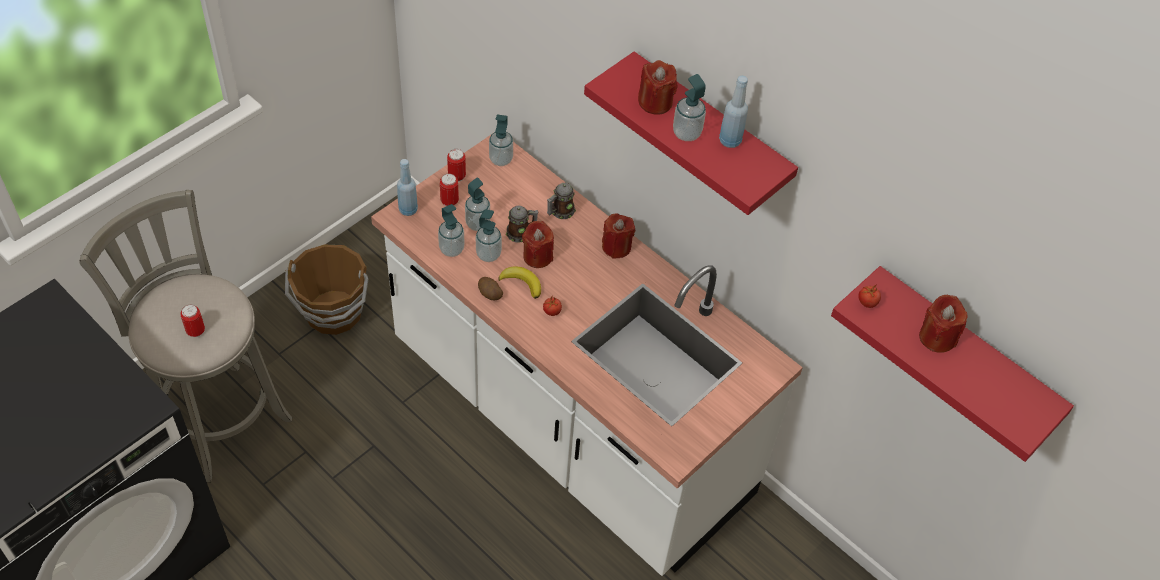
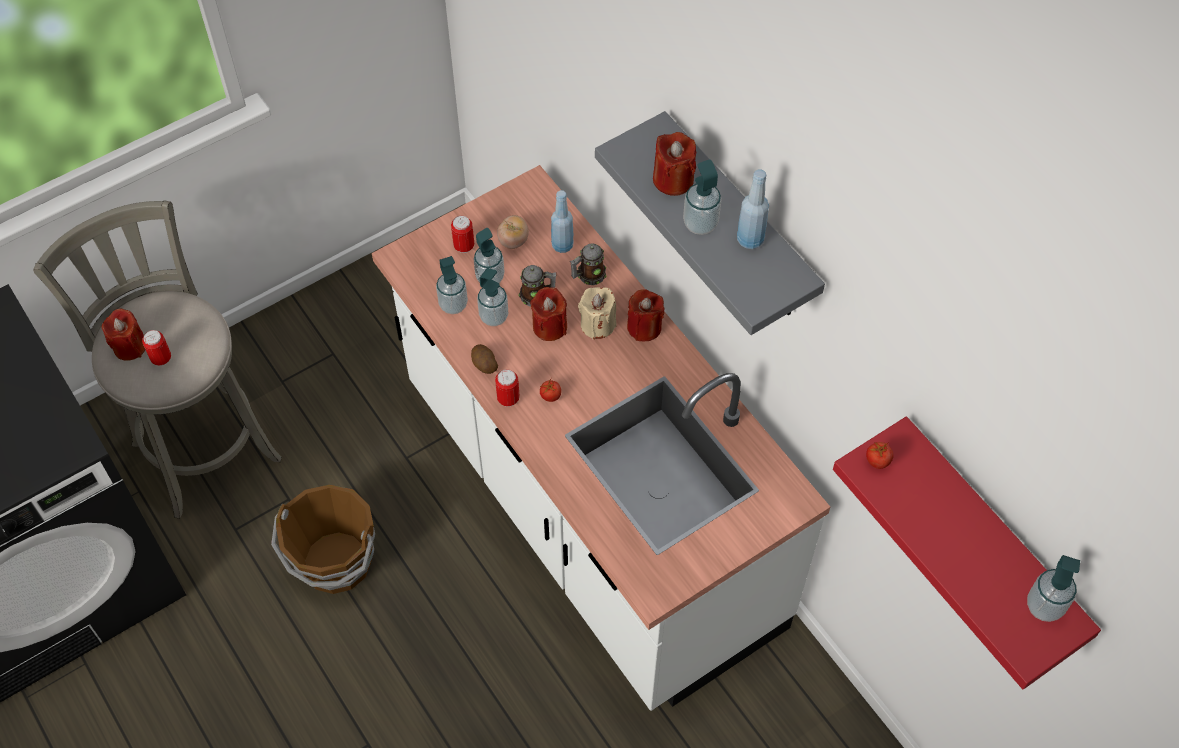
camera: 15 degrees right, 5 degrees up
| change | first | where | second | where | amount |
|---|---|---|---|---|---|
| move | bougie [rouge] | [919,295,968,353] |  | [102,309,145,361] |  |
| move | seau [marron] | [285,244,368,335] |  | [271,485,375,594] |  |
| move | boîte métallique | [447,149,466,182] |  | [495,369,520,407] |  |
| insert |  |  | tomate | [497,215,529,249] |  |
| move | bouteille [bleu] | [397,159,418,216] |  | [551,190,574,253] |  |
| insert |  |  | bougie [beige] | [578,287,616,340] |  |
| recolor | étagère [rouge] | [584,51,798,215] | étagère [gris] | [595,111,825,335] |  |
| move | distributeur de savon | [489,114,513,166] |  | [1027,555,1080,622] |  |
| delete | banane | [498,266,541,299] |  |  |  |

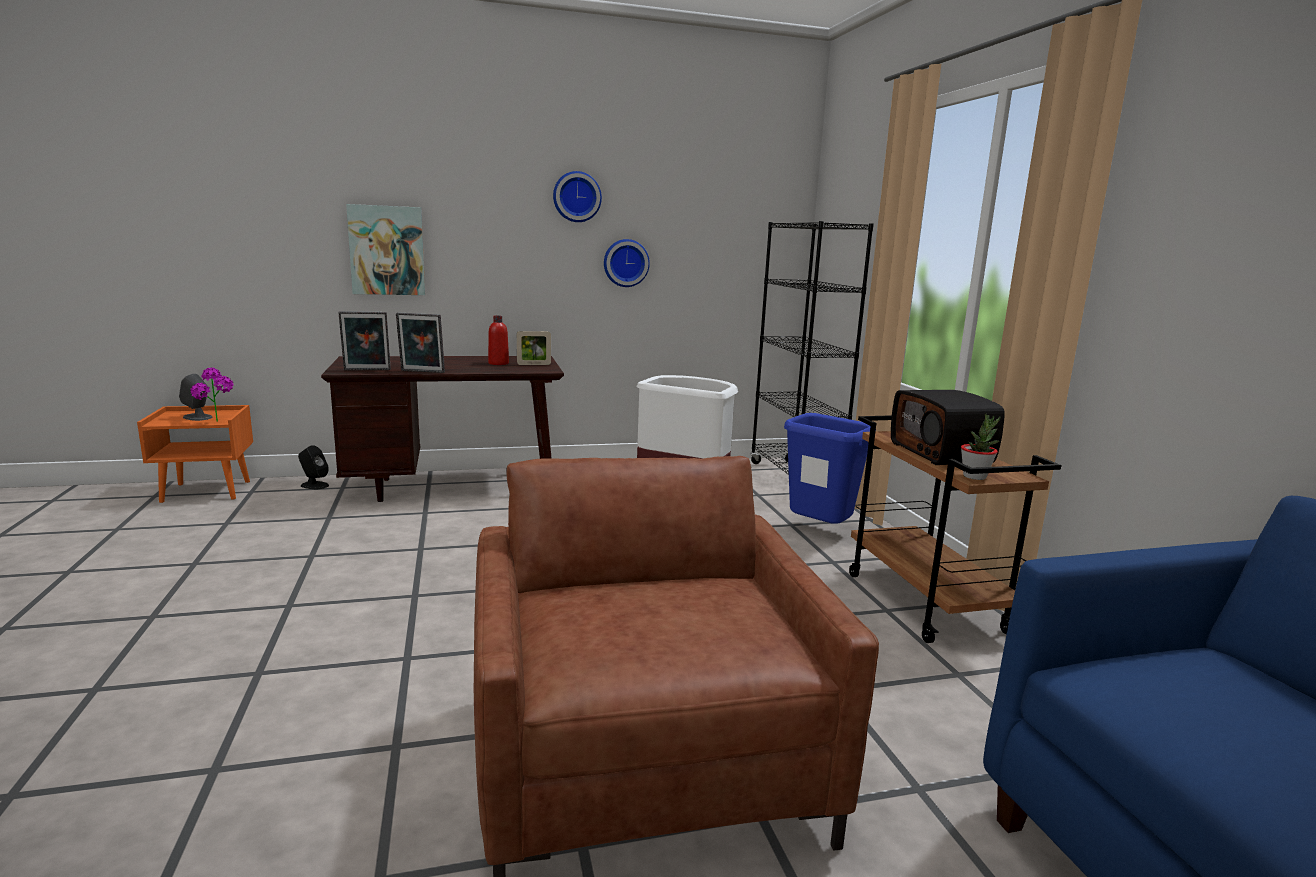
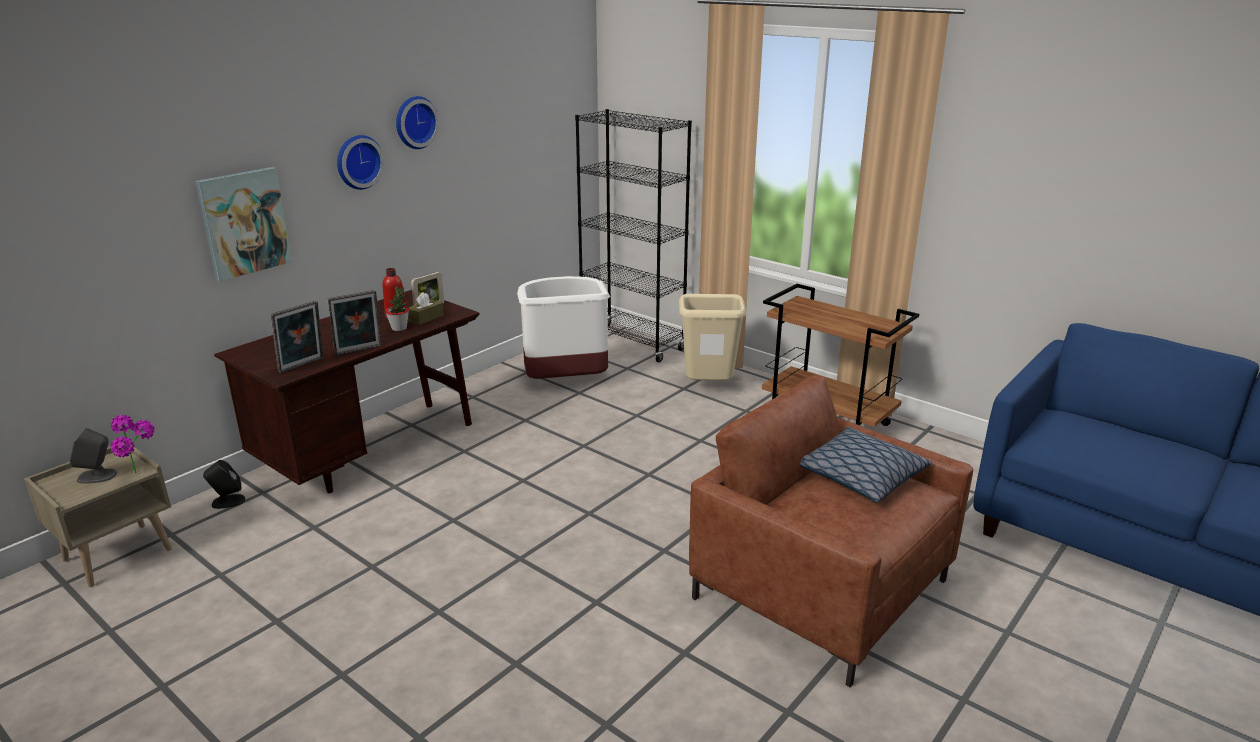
camera: 35 degrees left, 10 degrees up
| change | first | where | second | where | amount |
|---|---|---|---|---|---|
| recolor | table de chevet [orange] | [137,405,253,503] | table de chevet [beige] | [24,442,172,587] |  |
| move | horloge murale | [604,239,650,287] |  | [337,135,385,190] |  |
| move | plante en pot | [961,413,1000,480] |  | [385,286,409,331] |  |
| insert |  |  | boîte à mouchoirs [marron] | [408,292,444,325] |  |
| recolor | poubelle [bleu] | [784,413,876,524] | poubelle [beige] | [679,294,746,380] |  |
| insert |  |  | coussin | [800,427,932,503] |  |
| delete | radio | [891,390,1005,465] |  |  |  |

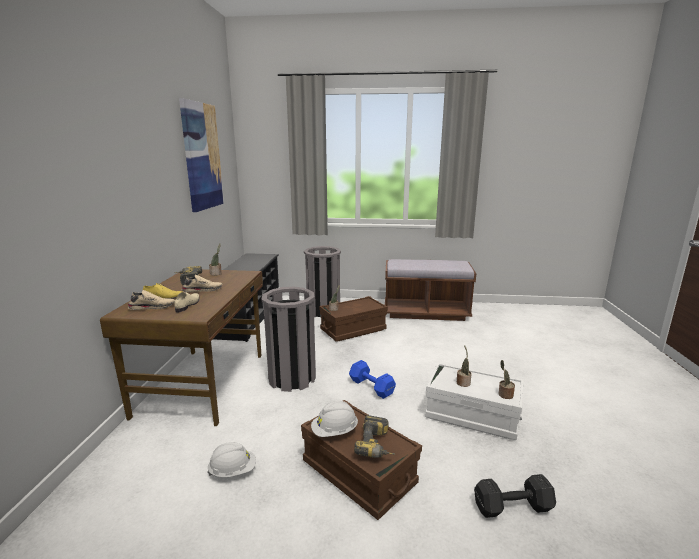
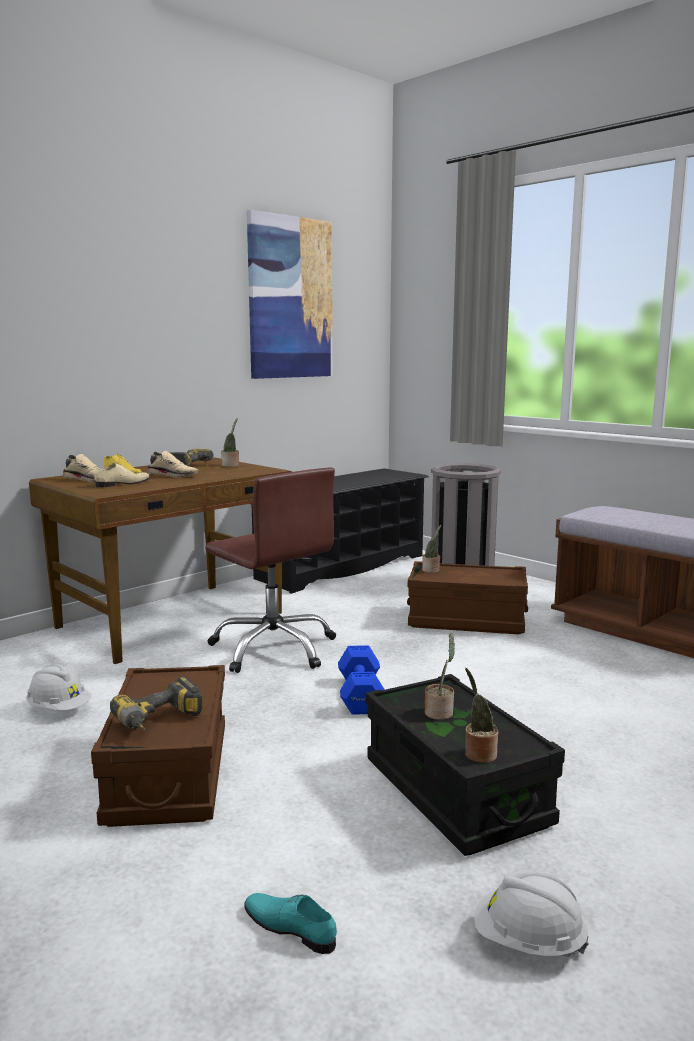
camera: 40 degrees right, 5 degrees down
| change | first | where | second | where | amount |
|---|---|---|---|---|---|
| replace | poubelle [gris] | [262,287,316,392] | chaise de bureau [marron] | [205,468,336,673] |  |
| replace | haltère [noir] | [474,474,556,518] | chaussure [turquoise] | [244,893,337,954] |  |
| recolor | boîte de rangement [blanc] | [425,362,524,440] | boîte de rangement [noir] | [366,674,565,856] |  |
| move | casque de chantier [blanc] | [311,401,358,437] |  | [474,870,589,957] |  |

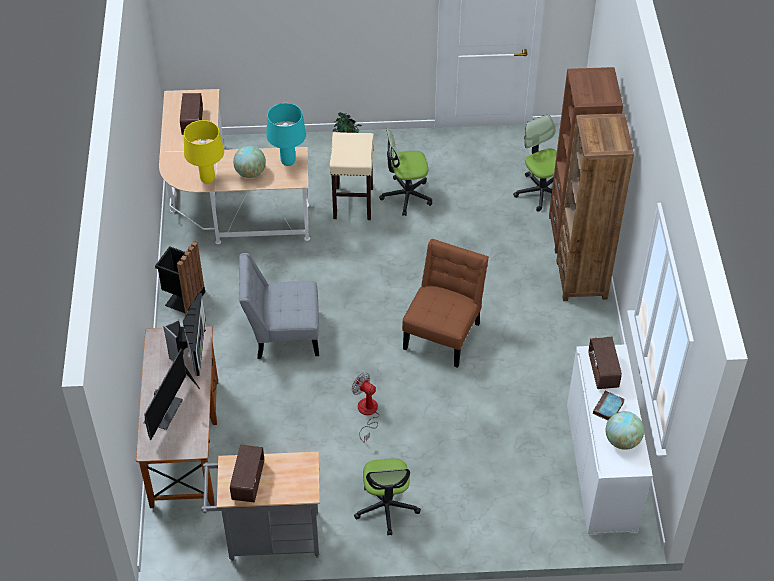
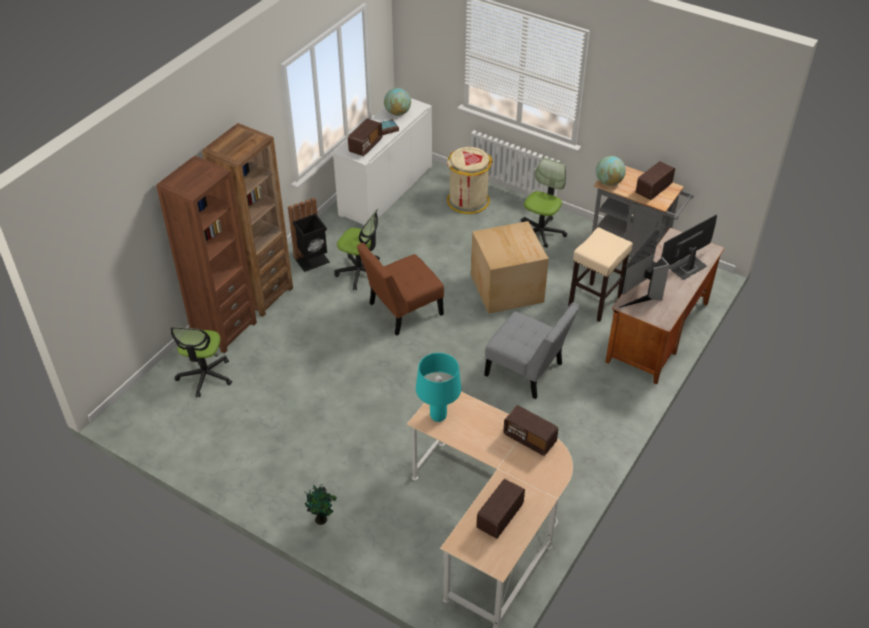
camera: 145 degrees left, 5 degrees down
| change | first | where | second | where | amount |
|---|---|---|---|---|---|
| move | poubelle [noir] | [155,241,205,314] |  | [288,198,330,272] |  |
| move | chaise de bureau | [379,128,432,216] |  | [334,208,380,290] |  |
| insert |  |  | poubelle [beige] | [447,147,493,214] |  |
| replace | ventilateur | [352,372,380,442] | carton | [471,221,549,314] |  |
| replace | lampe de table [jaune] | [184,120,224,184] | radio | [503,405,558,456] |  |
| move | tabouret [beige] | [330,132,374,220] |  | [568,227,633,322] |  |
| move | globe | [233,146,266,178] |  | [596,156,626,186] |  |

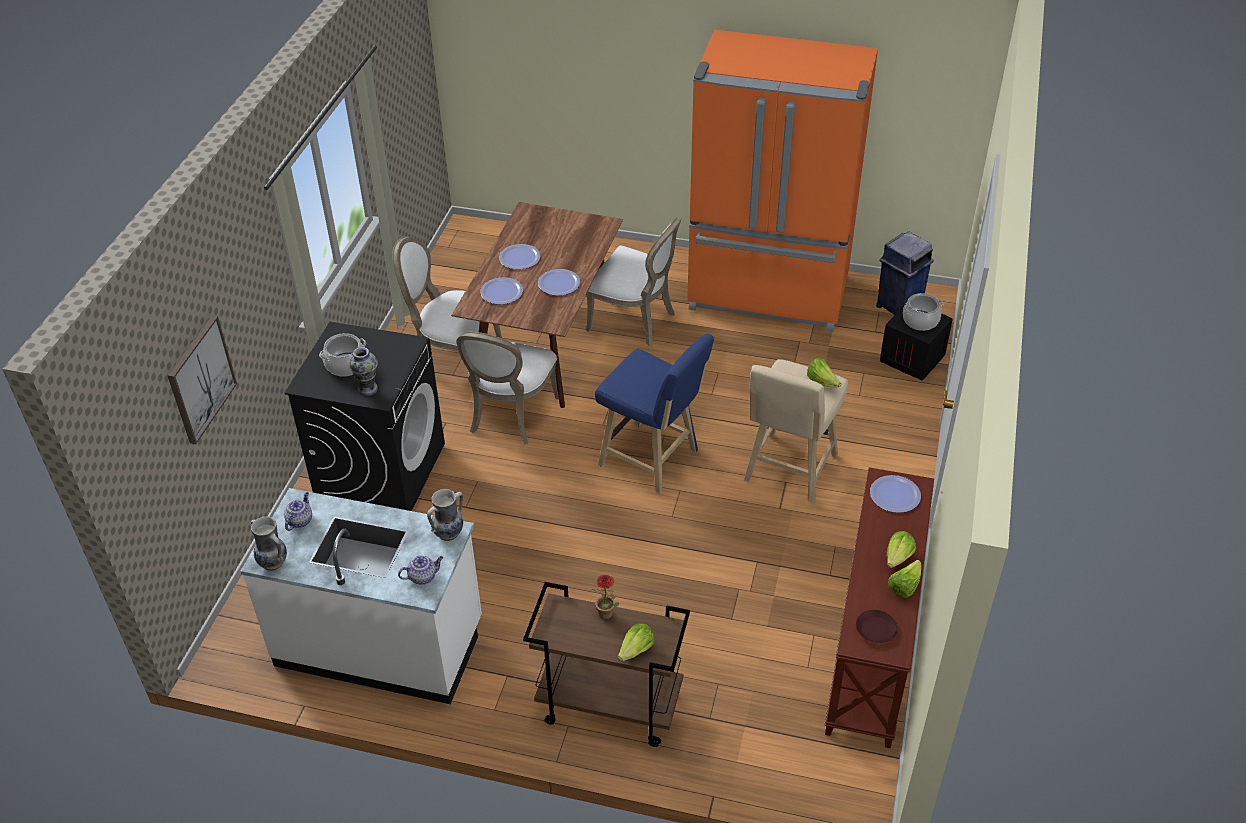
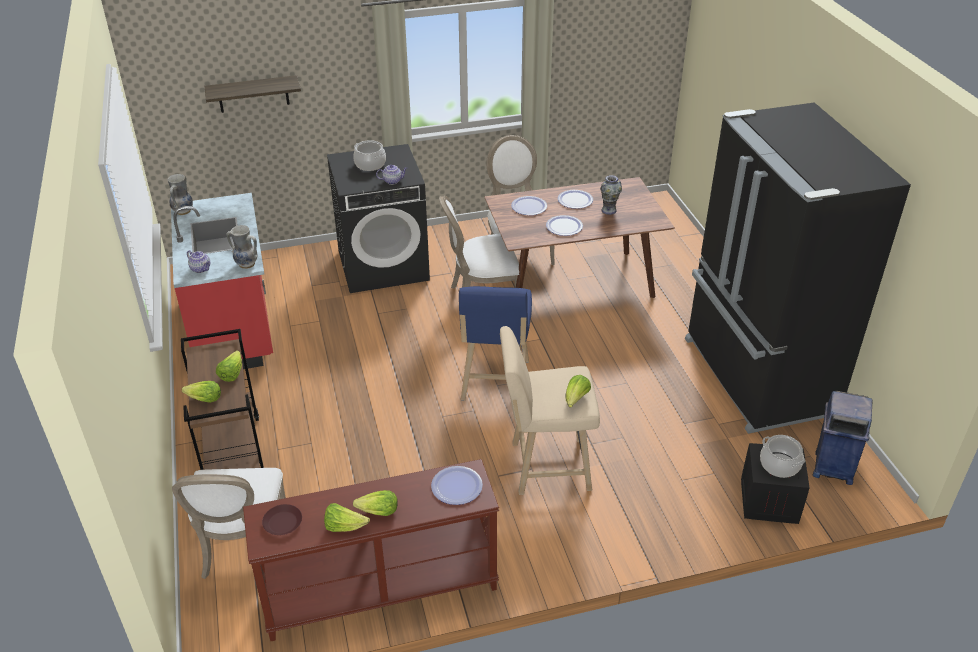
camera: 60 degrees right, 5 degrees down
| change | first | where | second | where | amount |
|---|---|---|---|---|---|
| recolor | comptoir de cuisine [blanc] | [240,488,482,704] | comptoir de cuisine [rouge] | [171,193,273,369] |  |
| move | chaise [blanc] | [586,217,682,346] |  | [172,468,286,579] |  |
| replace | tableau | [167,315,237,444] | étagère | [204,75,301,113] |  |
| replace | plante en pot | [592,575,619,619] | laitue | [216,350,242,382] |  |
| move | théière | [284,492,312,531] |  | [376,165,407,185] |  |
| move | vase | [349,347,378,396] |  | [600,175,622,215] |  |
| recolor | réfrigérateur [orange] | [687,30,878,332] | réfrigérateur [noir] | [685,102,911,434] |  |

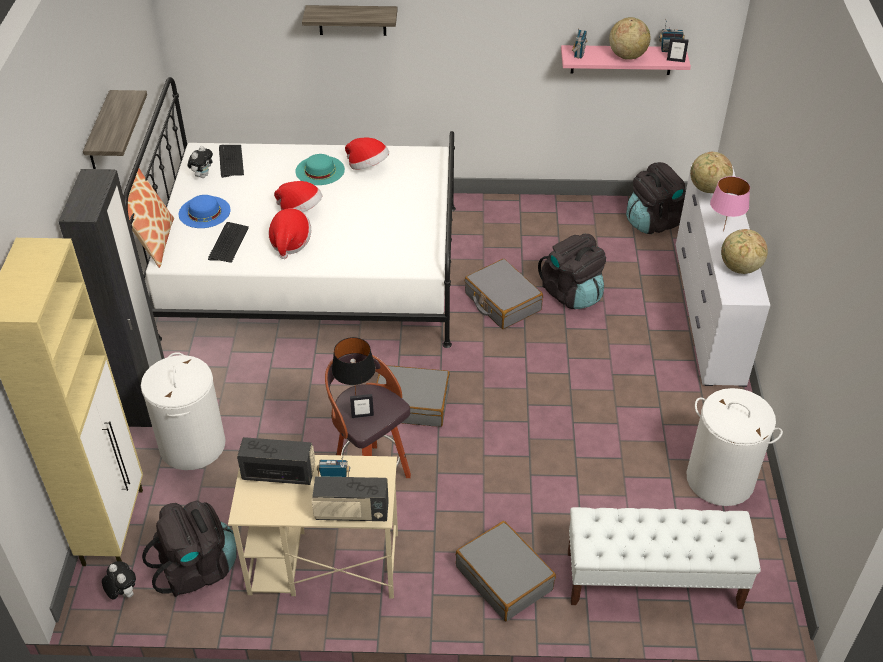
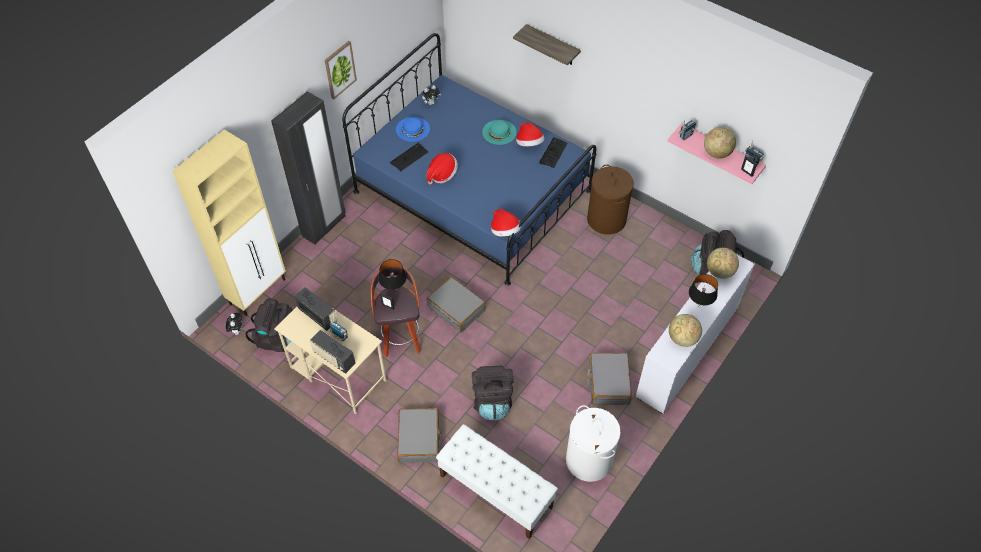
camera: 35 degrees right, 10 degrees up
| change | first | where | second | where | amount |
|---|---|---|---|---|---|
| replace | étagère | [83,90,147,169] | tableau | [325,41,357,99] |  |
| recolor | lit [blanc] | [123,77,456,348] | lit [bleu] | [342,33,596,286] |  |
| move | sac à dos [noir] | [538,234,606,309] |  | [472,365,513,420] |  |
| move | chapeau | [274,181,322,212] |  | [491,209,521,237] |  |
| move | clavier | [219,145,244,178] |  | [539,137,568,168] |  |
| insert |  |  | panier à linge [marron] | [587,165,634,235] |  |
| move | valise [gris] | [465,259,543,329] |  | [587,353,632,405] |  |
| recolor | lampe de table [rose] | [710,176,750,232] | lampe de table [noir] | [689,274,718,308] |  |
| delete | coussin | [128,168,174,268] |  |  |  |
| delete | panier à linge [blanc] | [141,352,226,470] |  |  |  |

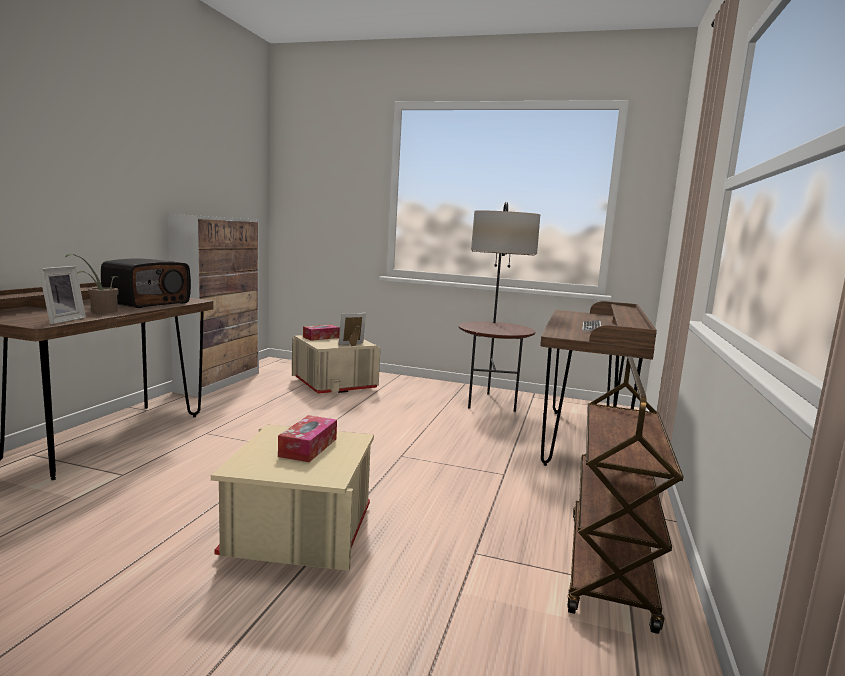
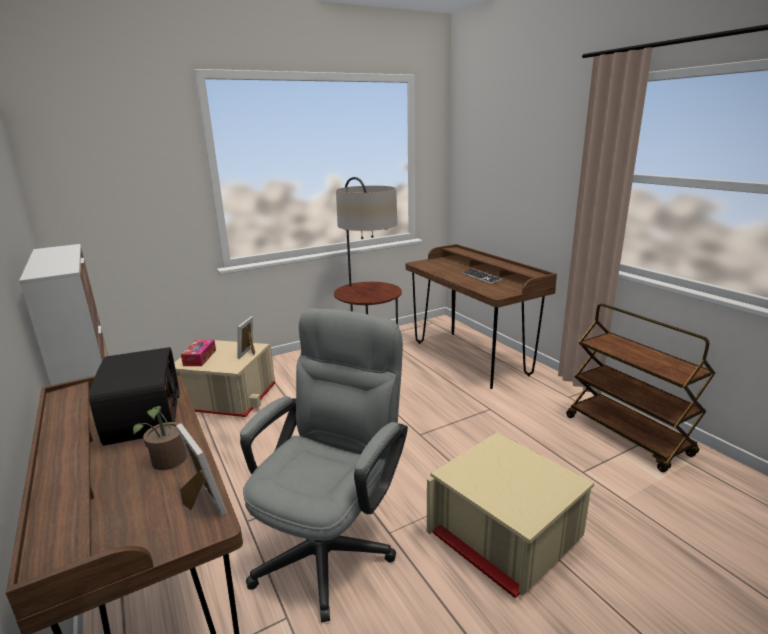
camera: 45 degrees left, 10 degrees up
| change | first | where | second | where | amount |
|---|---|---|---|---|---|
| insert |  |  | chaise de bureau [gris] | [240,308,408,623] |  |
| delete | boîte à mouchoirs | [278,415,337,462] |  |  |  |

